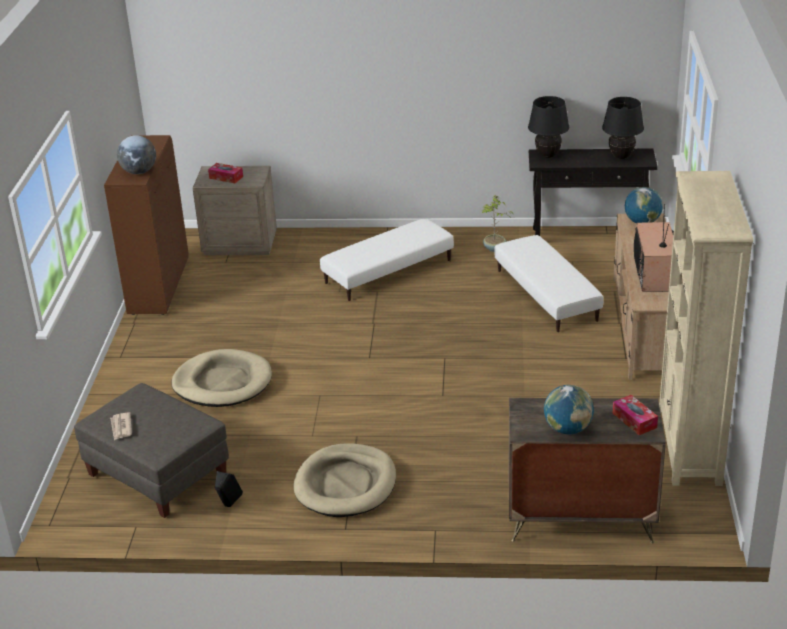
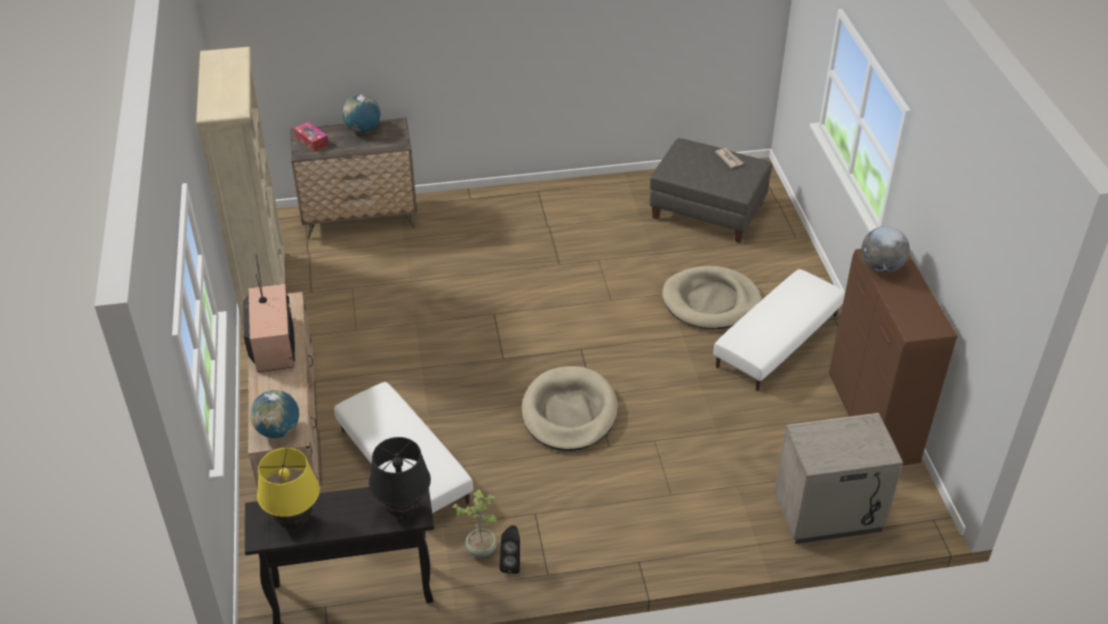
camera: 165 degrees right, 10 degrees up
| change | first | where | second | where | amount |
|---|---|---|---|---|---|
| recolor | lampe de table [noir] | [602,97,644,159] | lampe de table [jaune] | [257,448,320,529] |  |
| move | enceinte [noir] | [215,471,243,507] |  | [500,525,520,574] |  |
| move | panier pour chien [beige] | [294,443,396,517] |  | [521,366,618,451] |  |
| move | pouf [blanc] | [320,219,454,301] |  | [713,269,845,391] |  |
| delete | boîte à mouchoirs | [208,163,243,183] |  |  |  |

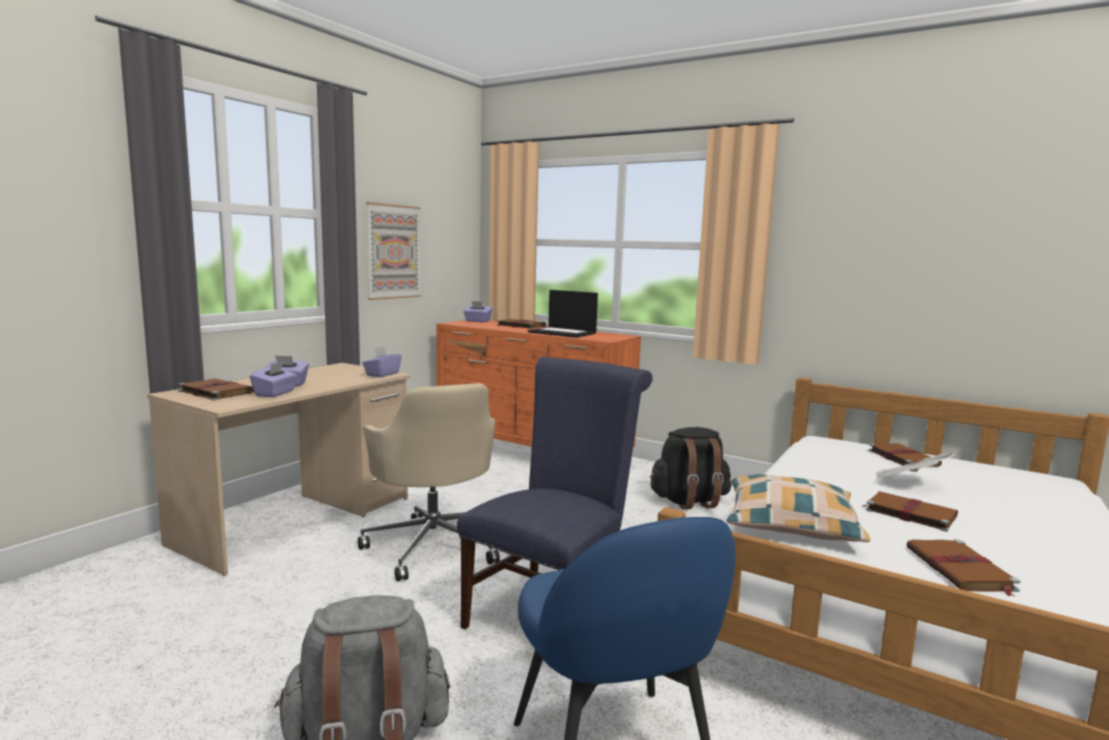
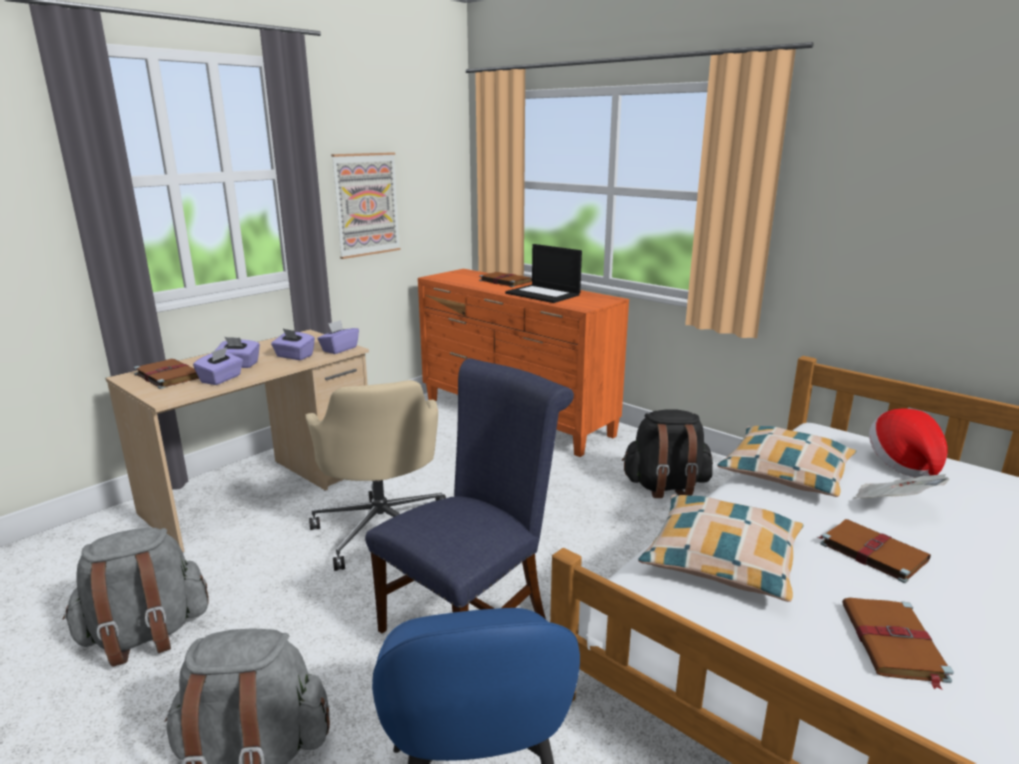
camera: 10 degrees right, 10 degrees up
| change | first | where | second | where | amount |
|---|---|---|---|---|---|
| insert |  |  | sac à dos [gris] | [62,528,208,667] |  |
| move | boîte à mouchoirs [violet] | [463,301,493,322] |  | [271,328,315,360] |  |
| insert |  |  | coussin | [717,426,856,497] |  |
| replace | livre [marron] | [868,443,942,467] | chapeau | [869,409,948,477] |  |

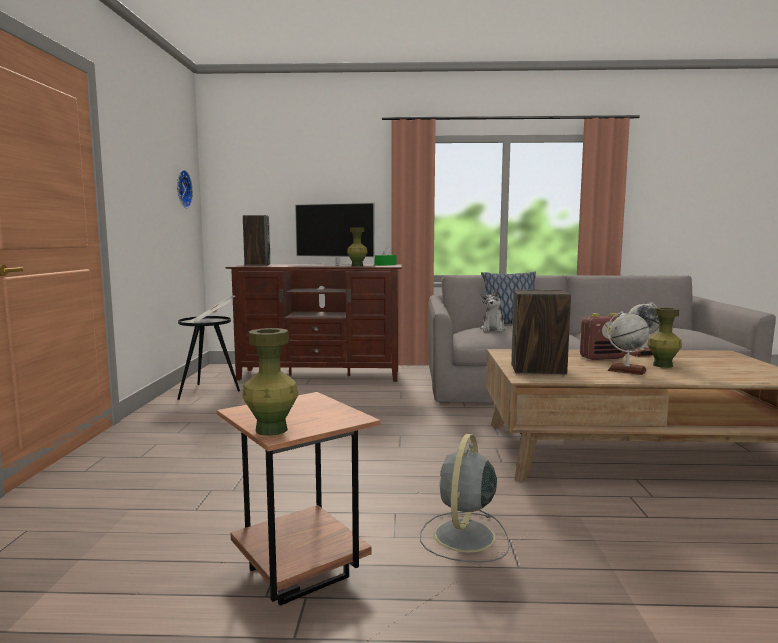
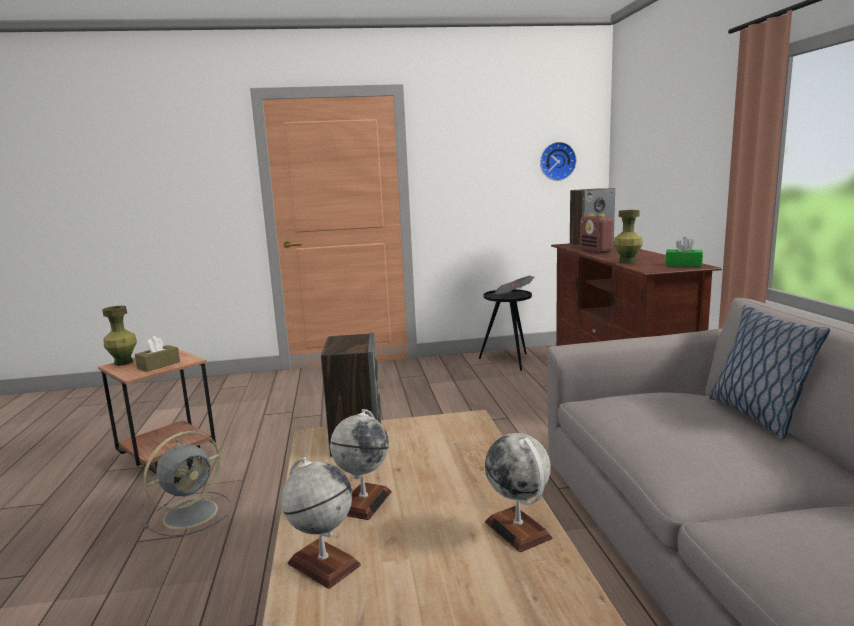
camera: 80 degrees right, 5 degrees up
| change | first | where | second | where | amount |
|---|---|---|---|---|---|
| insert |  |  | boîte à mouchoirs [marron] | [135,336,180,372] |  |
| rotate | ventilateur [gris] | [420,434,510,563] |  | [143,431,232,537] | 120 degrees clockwise |
| insert |  |  | globe | [281,457,361,589] |  |
| move | radio | [580,313,626,360] |  | [580,213,615,253] |  |
| delete | téléviseur | [295,202,375,265] |  |  |  |
| delete | peluche | [480,289,506,332] |  |  |  |
| delete | vase [vert] | [647,307,682,368] |  |  |  |

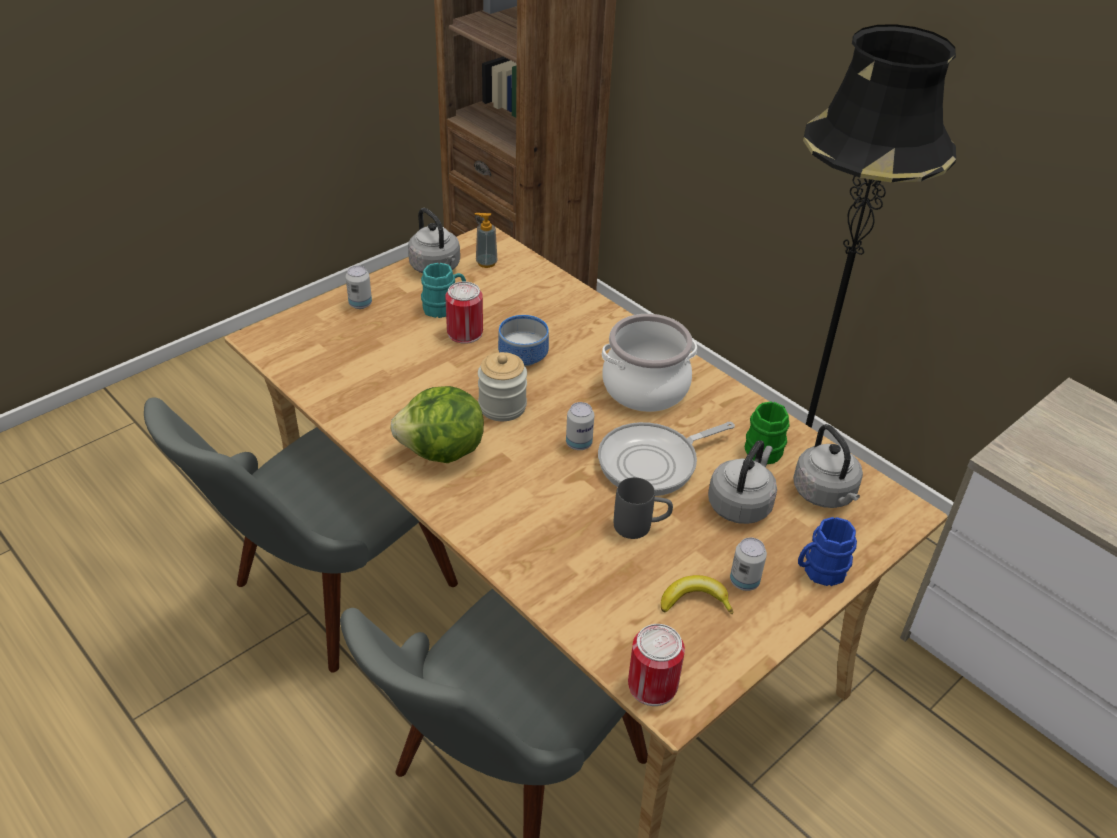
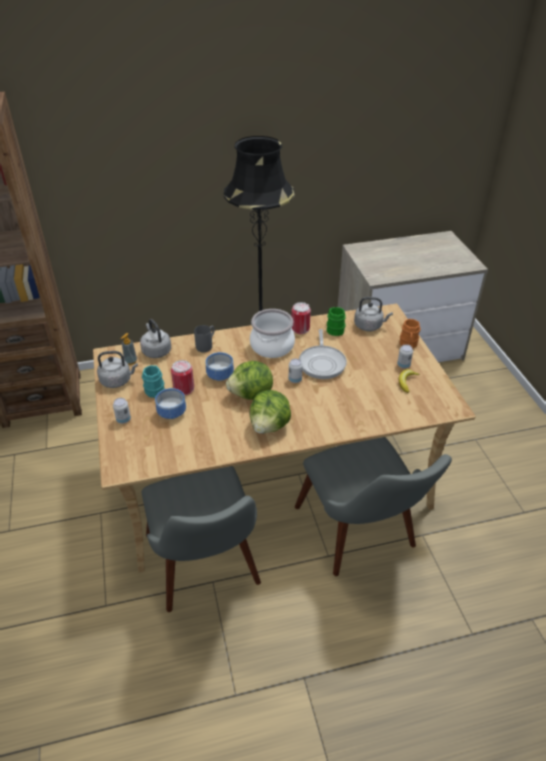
camera: 60 degrees left, 0 degrees up
| change | first | where | second | where | amount |
|---|---|---|---|---|---|
| move | bouilloire [gris] | [708,440,777,524] |  | [140,319,171,358] |  |
| insert |  |  | bol | [155,388,186,419] |  |
| move | mug [gris] | [614,477,673,539] |  | [194,325,214,352] |  |
| replace | bocal | [478,352,527,421] | laitue | [226,361,273,400] |  |
| move | boîte métallique | [628,624,685,706] |  | [292,302,311,334] |  |
| recolor | mug [bleu] | [798,517,857,586] | mug [orange] | [400,319,421,348] |  |

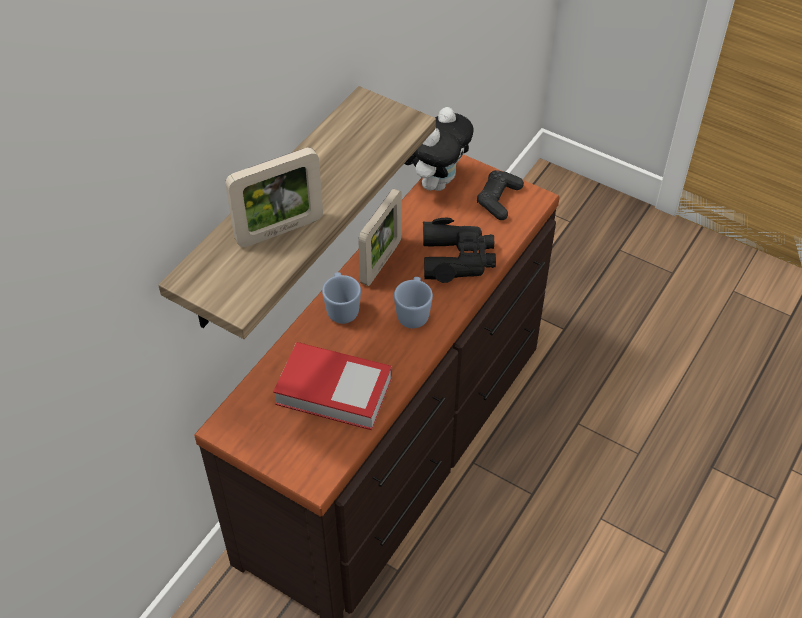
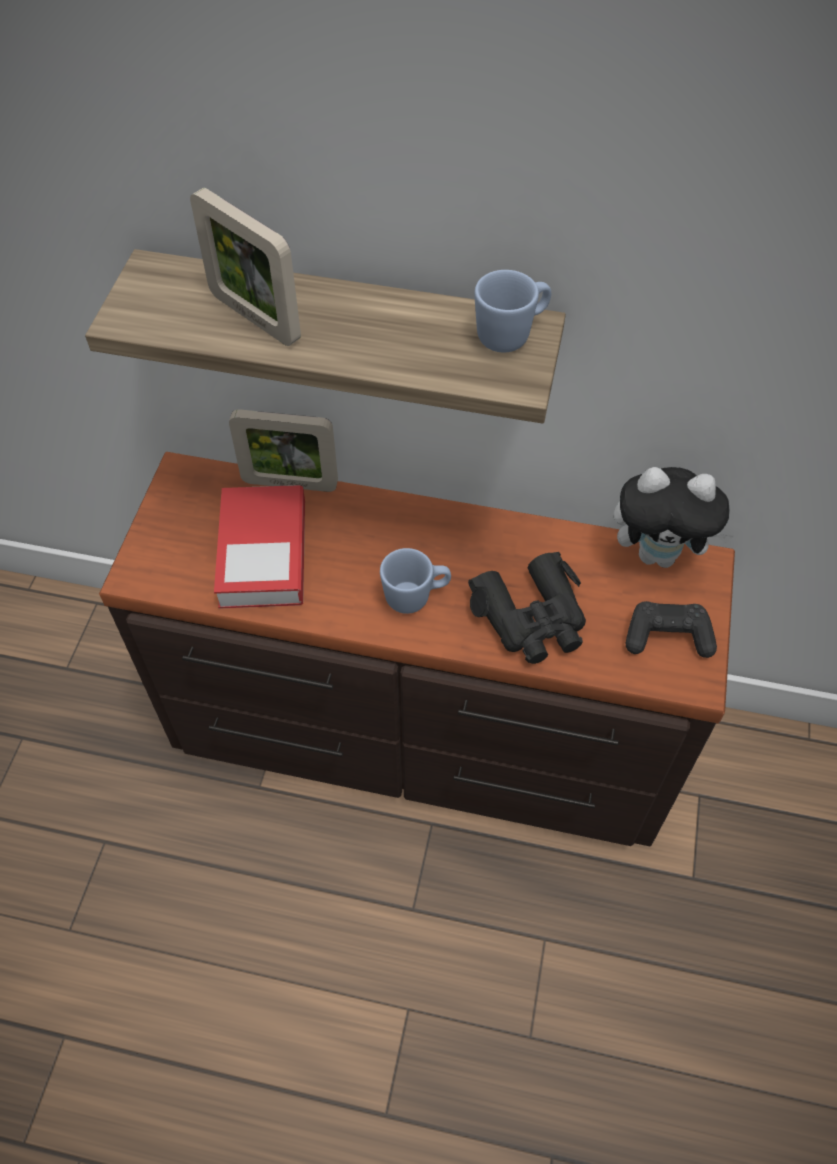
camera: 70 degrees right, 5 degrees up
| change | first | where | second | where | amount |
|---|---|---|---|---|---|
| move | cadre photo | [358,189,402,286] |  | [229,410,338,492] |  |
| move | mug [bleu] | [322,272,361,324] |  | [474,270,551,353] |  |

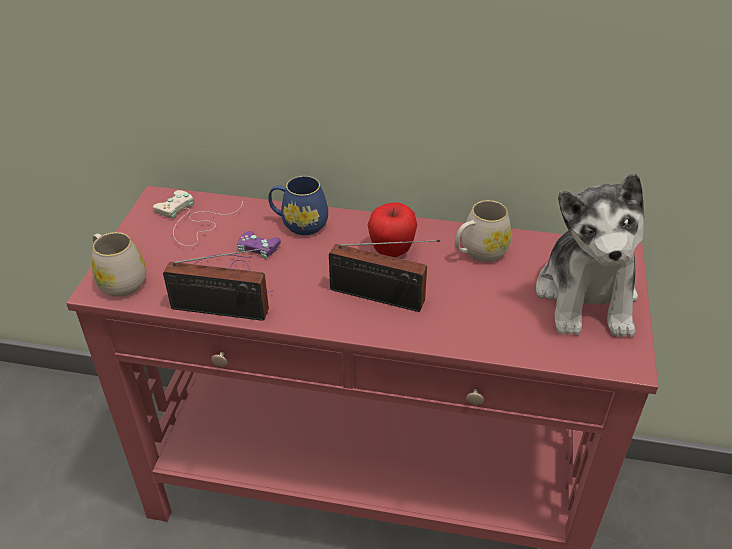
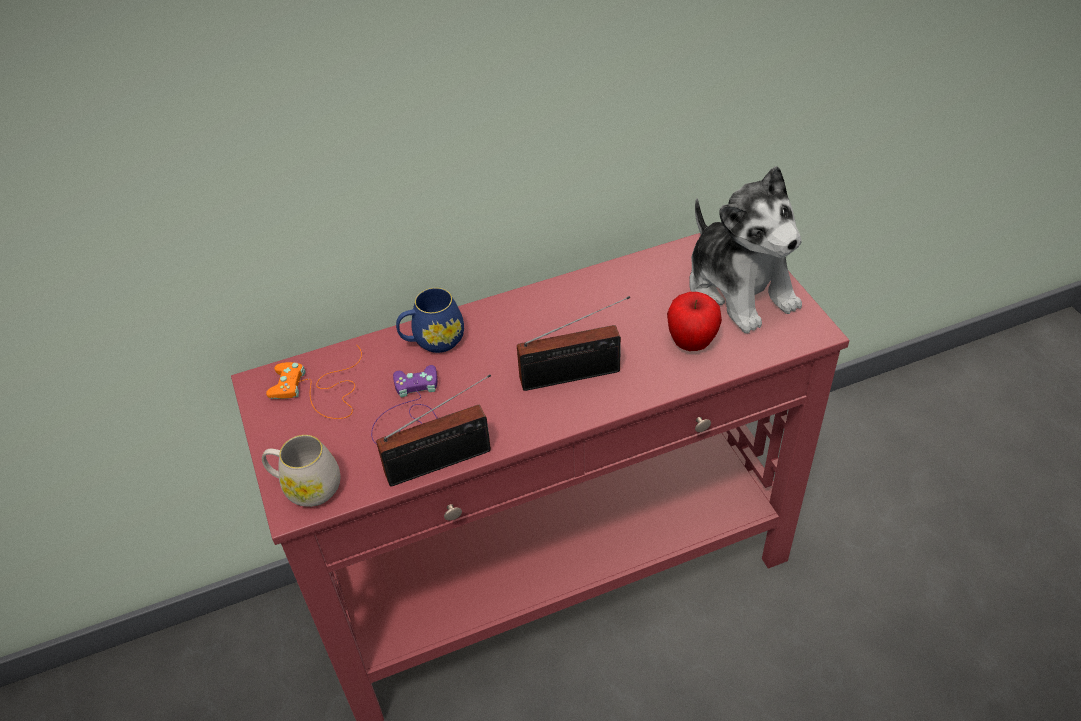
camera: 30 degrees left, 5 degrees up
| change | first | where | second | where | amount |
|---|---|---|---|---|---|
| recolor | manette [blanc] | [153,190,243,246] | manette [orange] | [266,344,362,419] |  |
| move | pomme | [368,203,417,257] |  | [667,292,722,351] |  |
| delete | mug [blanc] | [455,200,511,262] |  |  |  |

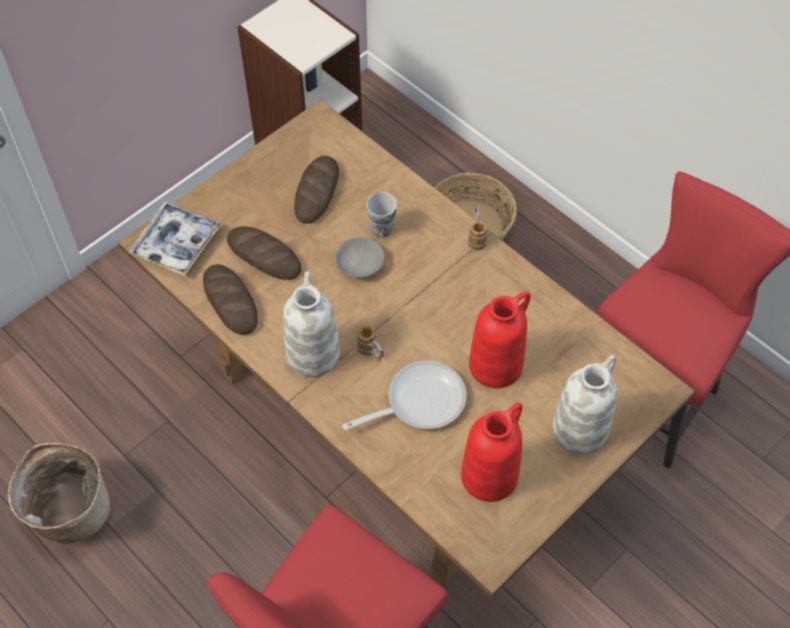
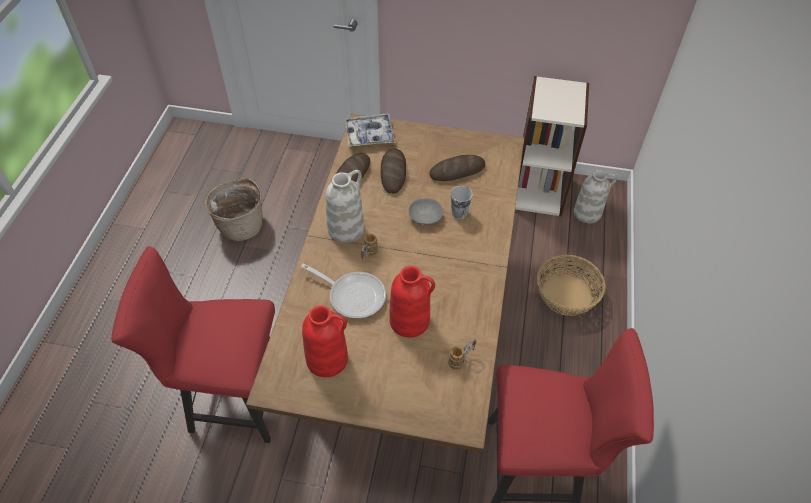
camera: 55 degrees right, 5 degrees down
| change | first | where | second | where | amount |
|---|---|---|---|---|---|
| move | mug | [468,204,488,250] |  | [448,339,477,370] |  |
| move | vase [blanc] | [552,354,618,455] |  | [574,170,617,223] |  |

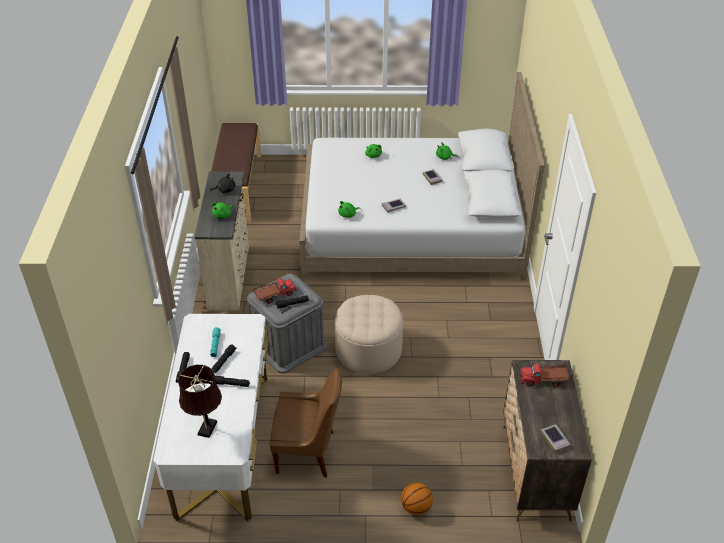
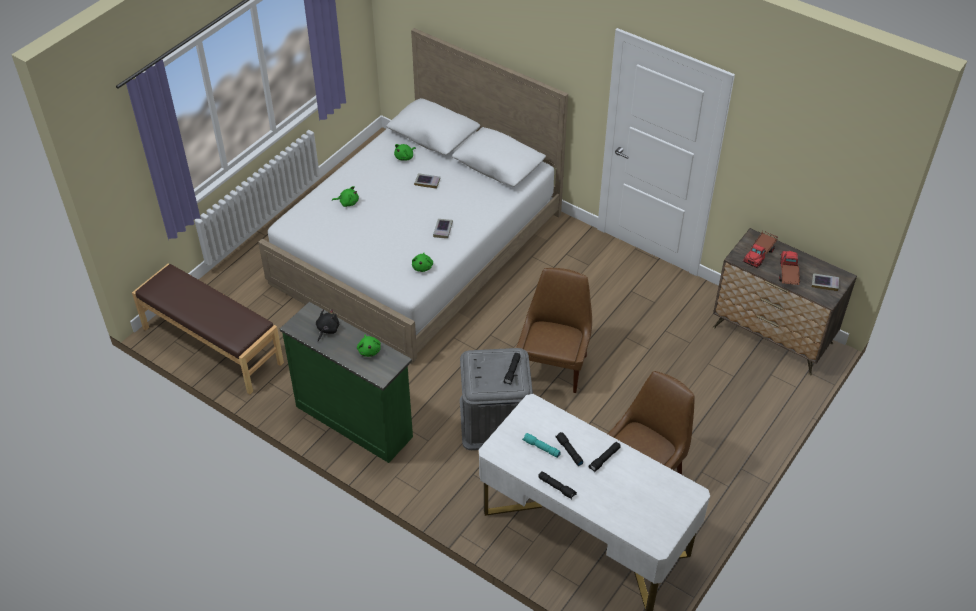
camera: 55 degrees left, 5 degrees up
| change | first | where | second | where | amount |
|---|---|---|---|---|---|
| recolor | commode [beige] | [194,171,249,310] | commode [vert] | [280,302,413,463] |  |
| replace | pouf [beige] | [335,295,403,374] | chaise [marron] | [516,268,592,393] |  |
| move | camion jouet | [253,278,297,304] |  | [779,251,800,285] |  |
| delete | lampe de table [marron] | [178,365,222,438] |  |  |  |
| delete | ballon de basket | [401,483,433,515] |  |  |  |

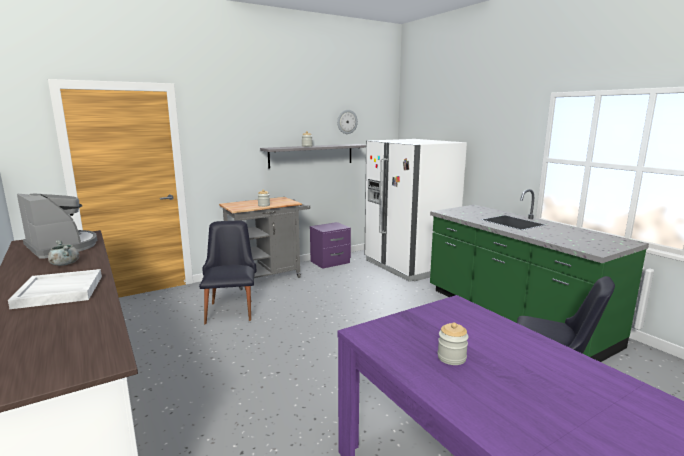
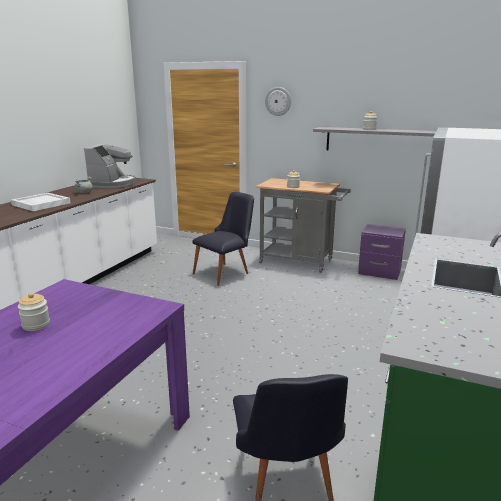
camera: 55 degrees right, 5 degrees up
| change | first | where | second | where | amount |
|---|---|---|---|---|---|
| move | horloge murale | [337,110,358,134] |  | [265,87,291,116] |  |

